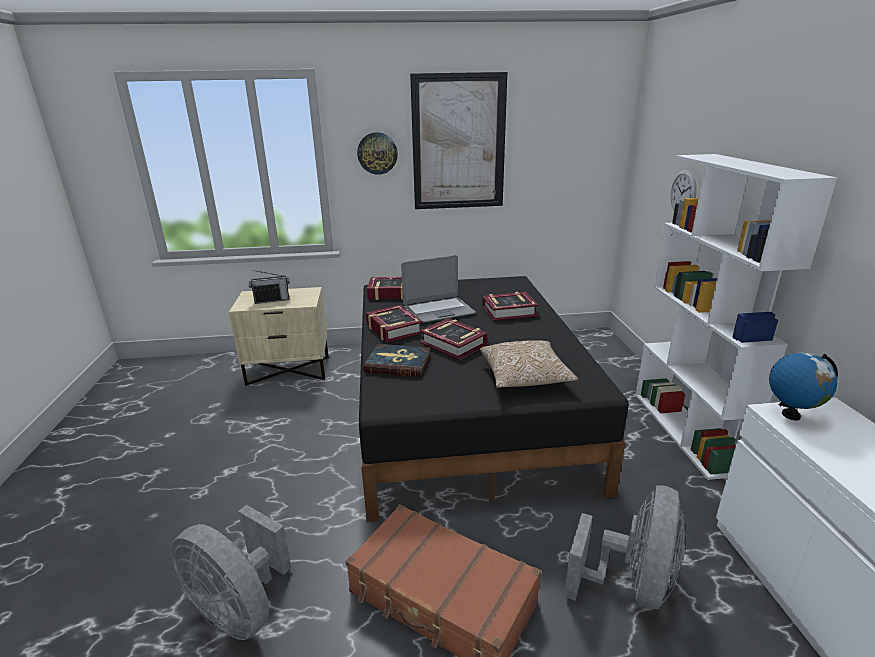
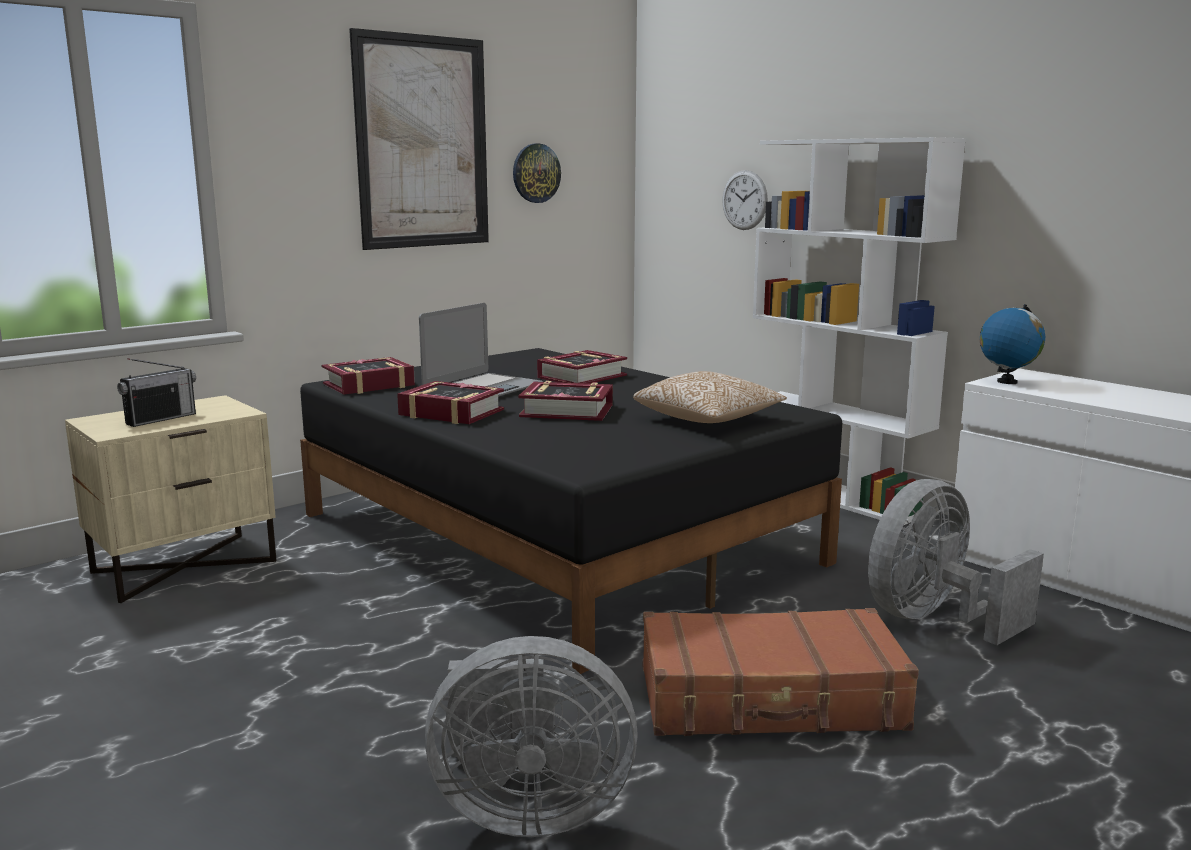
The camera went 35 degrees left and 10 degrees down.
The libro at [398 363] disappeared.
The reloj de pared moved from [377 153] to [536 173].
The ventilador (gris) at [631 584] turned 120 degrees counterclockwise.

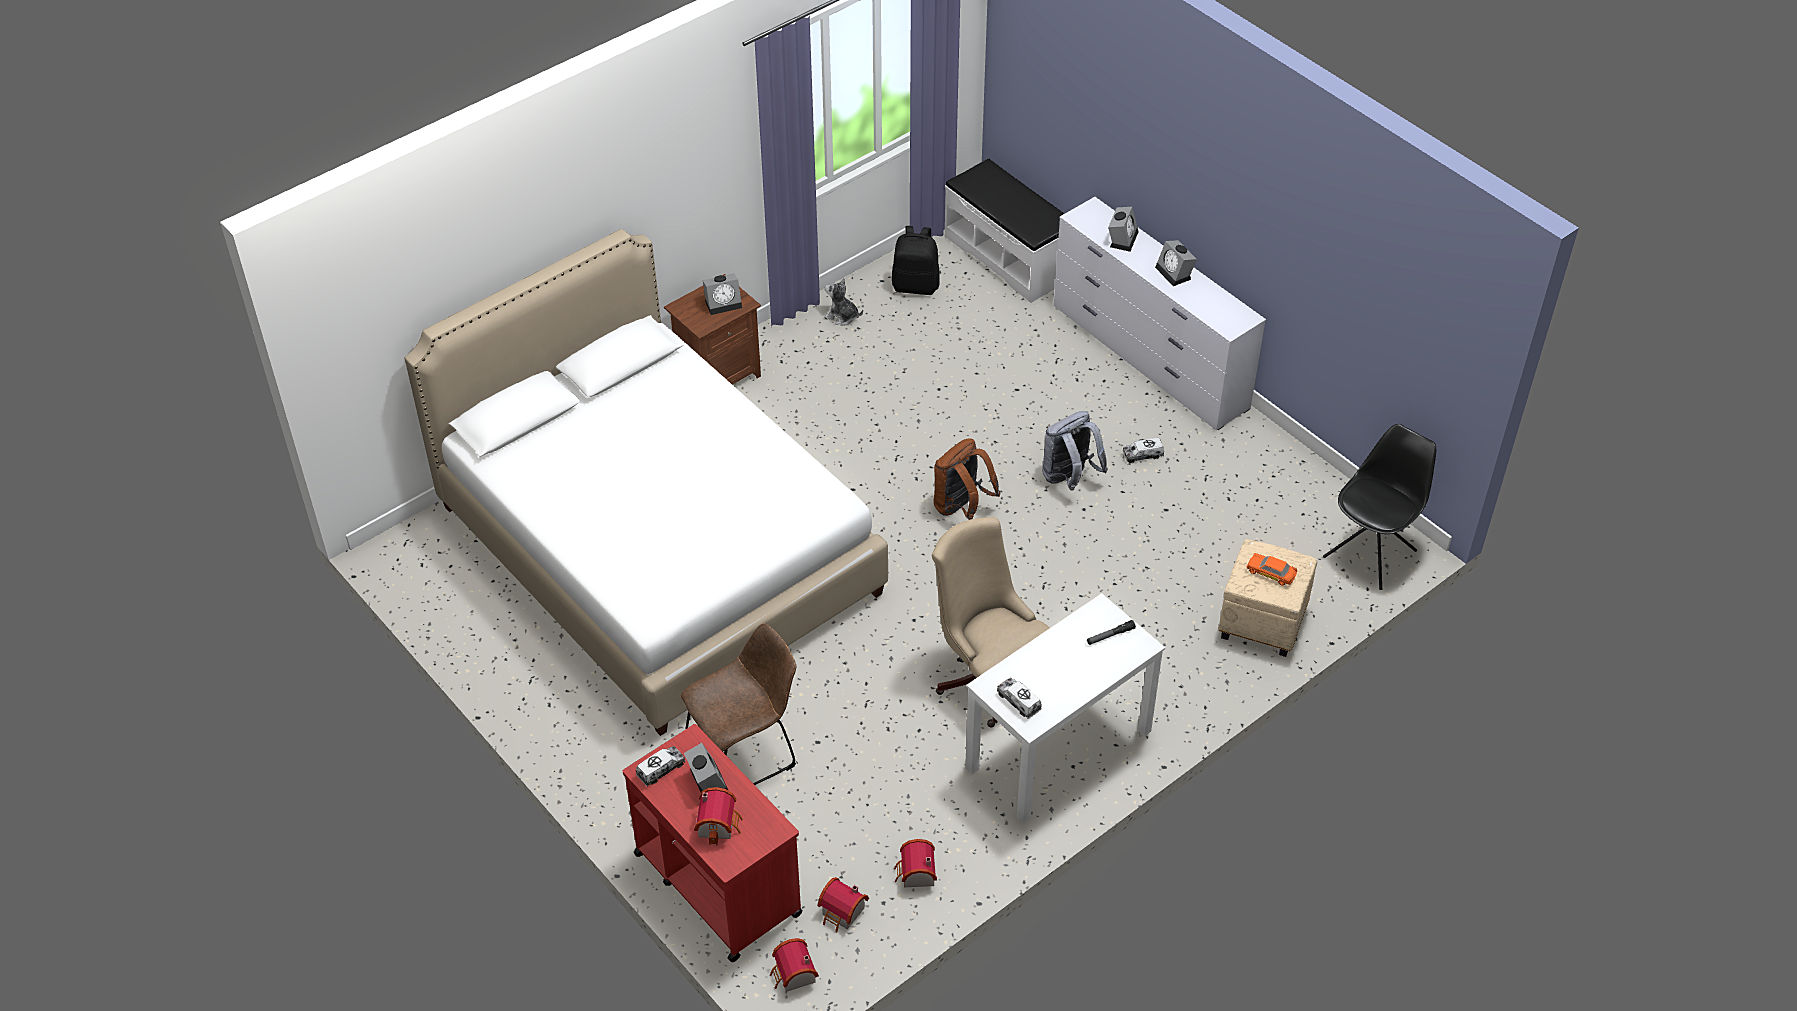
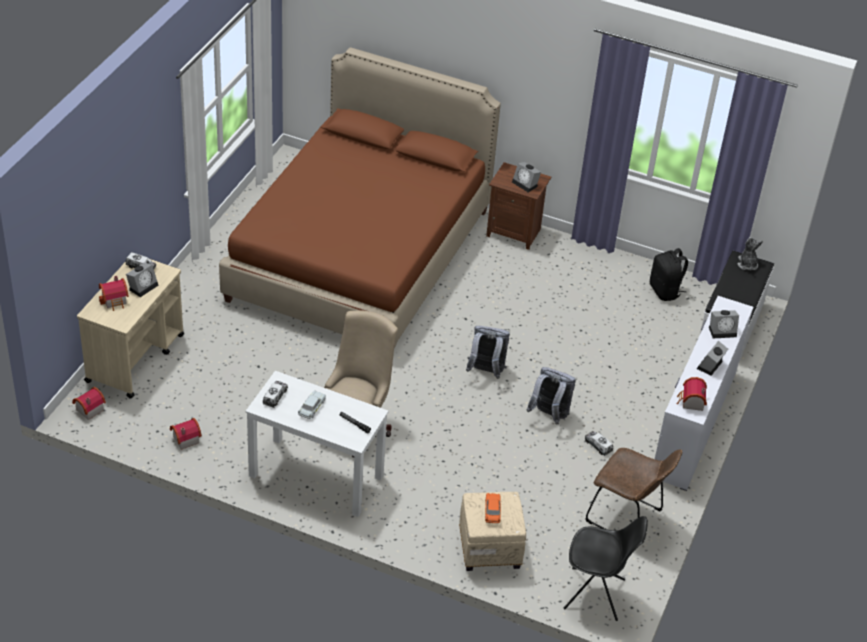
The camera went 60 degrees right and 5 degrees down.
The coche de juguete (blanco) at [312 408] appeared.
The silla (marrón) moved from [746 753] to [627 518].
The casita moved from [843 913] to [691 402].
The peluche moved from [842 316] to [747 264].
The cama (blanco) at [659 550] became the cama (marrón) at [360 255].
The carrito (rojo) at [717 882] became the carrito (beis) at [136 358].
The mochila (marrón) at [961 507] became the mochila (gris) at [486 371].

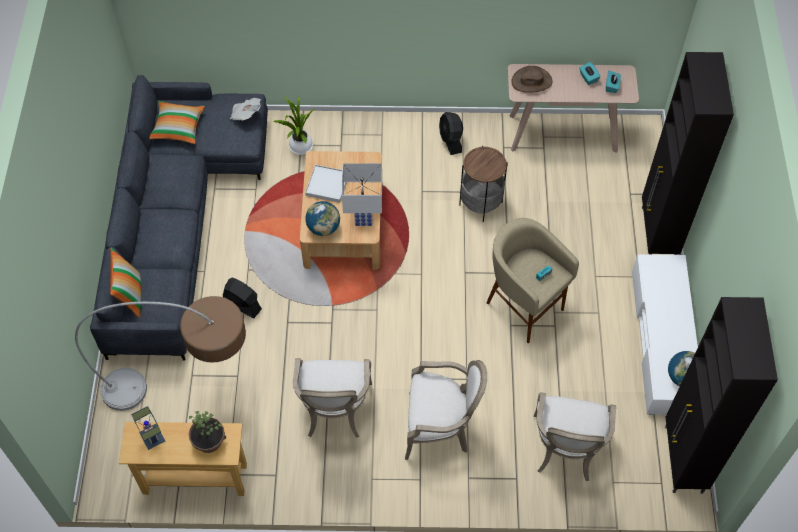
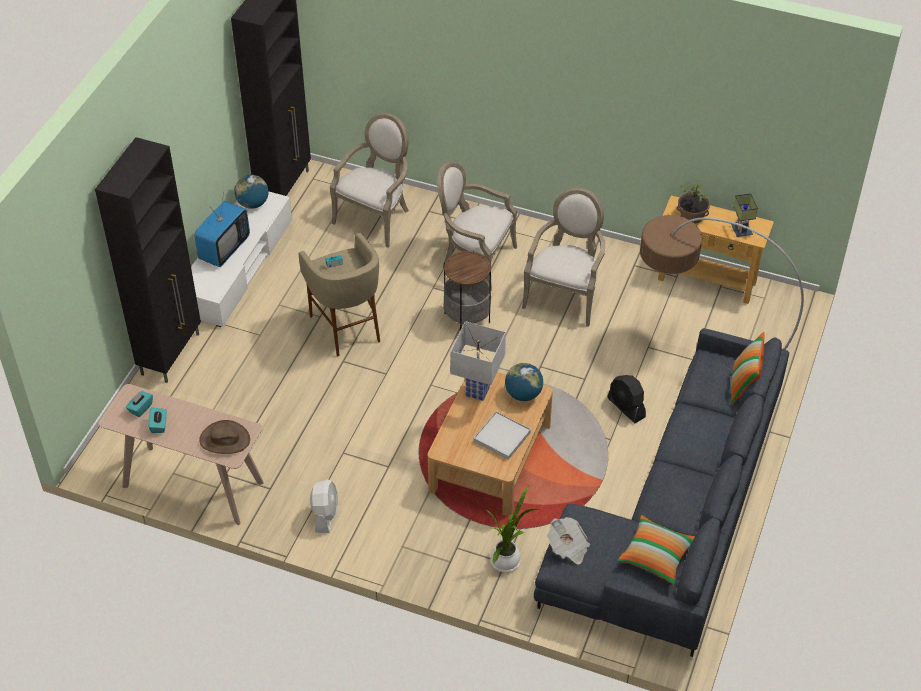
The camera went 160 degrees left and 10 degrees down.
The televisor at [224 249] appeared.
The mesa auxiliar moved from [480 203] to [467 318].
The ventilador (negro) at [450 140] became the ventilador (blanco) at [325 514].

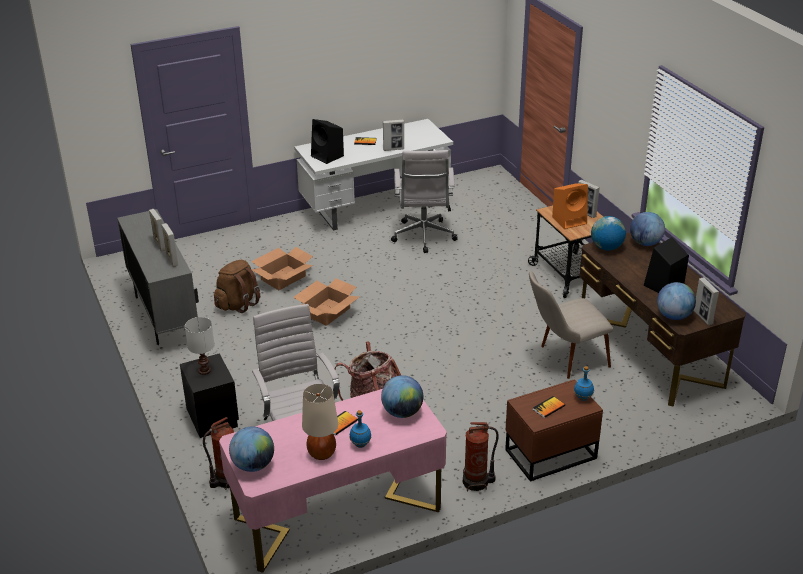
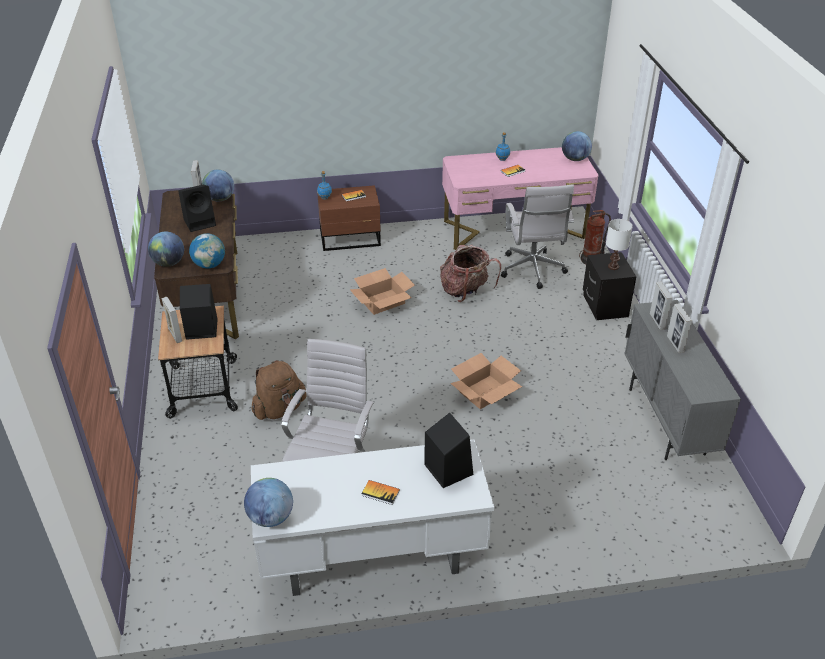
The camera went 165 degrees left and 5 degrees up.
The lámpara de mesa (beis) at [321 454] disappeared.
The portarretratos at [393 149] disappeared.
The extintor at [477 482] disappeared.
The silla (beis) at [564 359] disappeared.
The mochila (marrón) moved from [238 304] to [280 409].
The caja de cartón moved from [283 278] to [382 301].
The globo terráqueo moved from [402 412] to [271 517].
The altavoz (naranja) at [570 220] became the altavoz (negro) at [200 329].

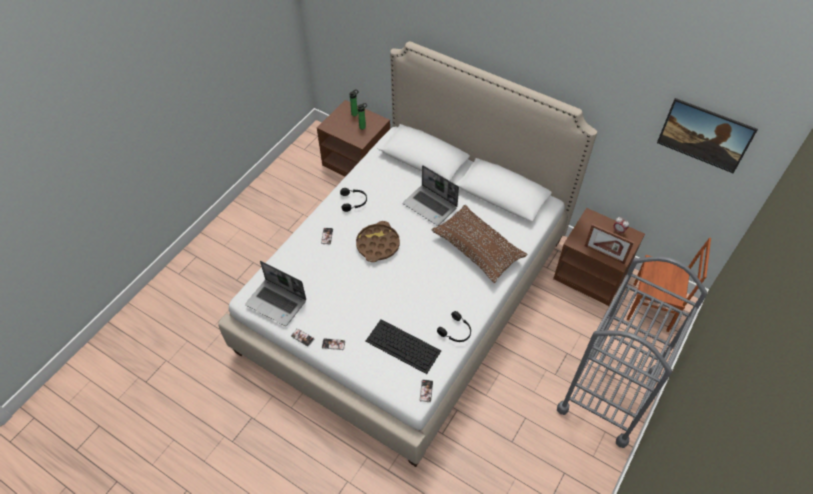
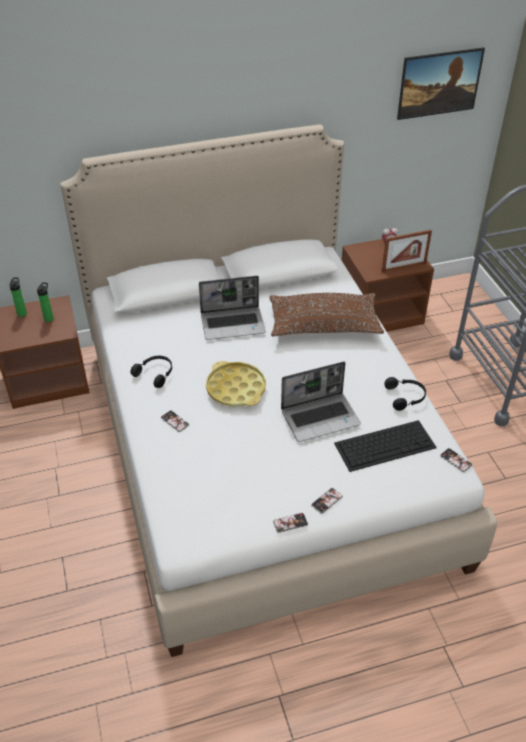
The camera went 50 degrees left and 10 degrees down.
The silla (marrón) at [651 308] disappeared.
The portátil moved from [277 302] to [321 417].
The bandeja (marrón) at [378 244] became the bandeja (amarillo) at [236 389].

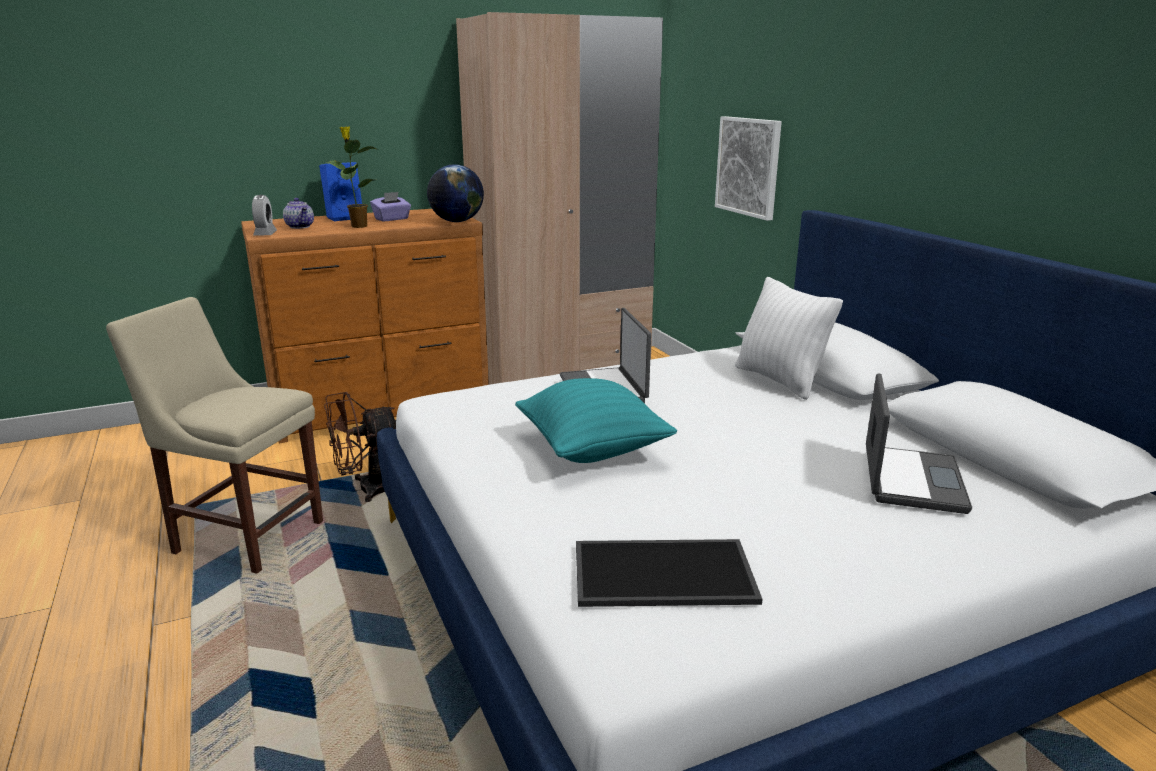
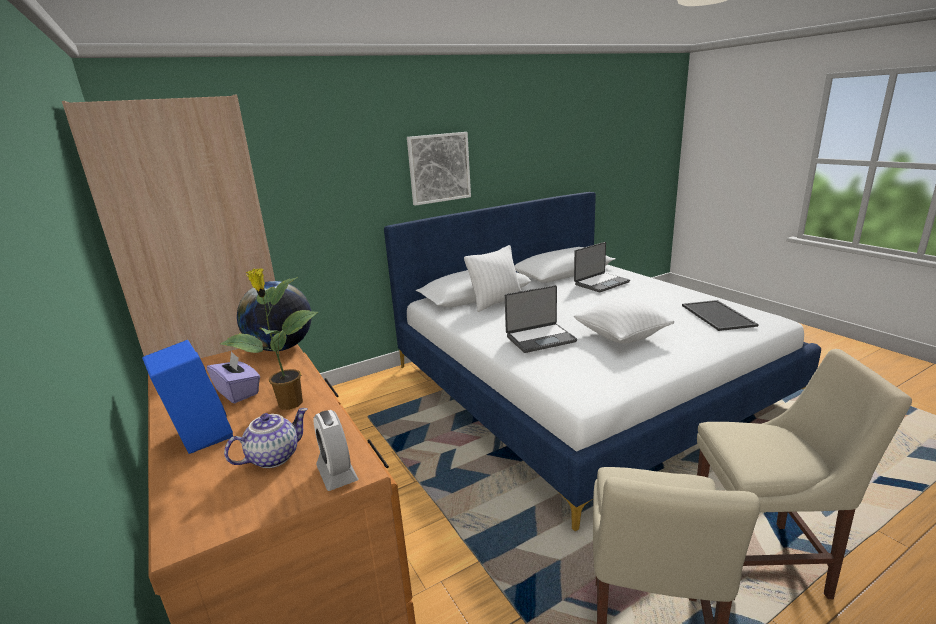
The camera went 95 degrees left and 0 degrees up.
The ventilador (marrón) at [367 490] disappeared.
The silla (beis) at [764 561] appeared.
The cuadro moved from [748 166] to [439 168].
The cojín (turquesa) at [592 450] became the cojín (blanco) at [621 337].
The despertador at [265 234] turned 105 degrees counterclockwise.
The portátil at [910 480] turned 135 degrees clockwise.

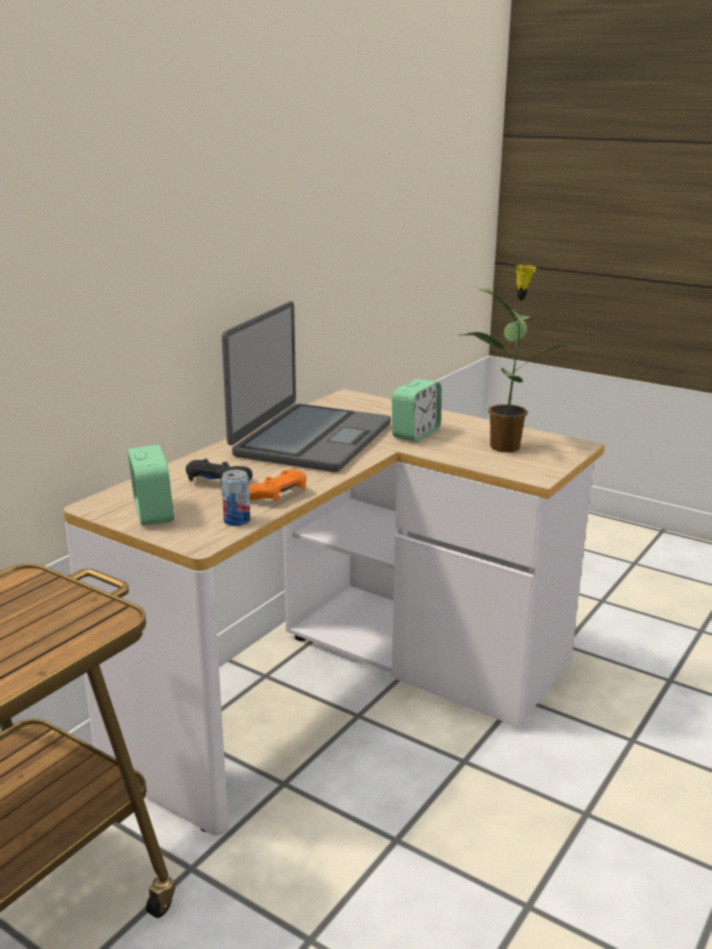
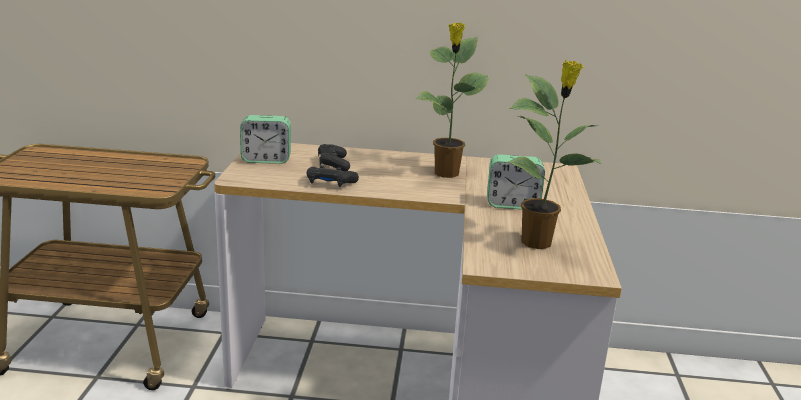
The camera went 60 degrees right and 0 degrees up.
The lata at [237 521] disappeared.
The portátil at [310 439] was replaced by the planta en maceta at [446 174].
The mando de consola (naranja) at [276 495] became the mando de consola (negro) at [330 183].
The despertador at [153 513] turned 45 degrees clockwise.

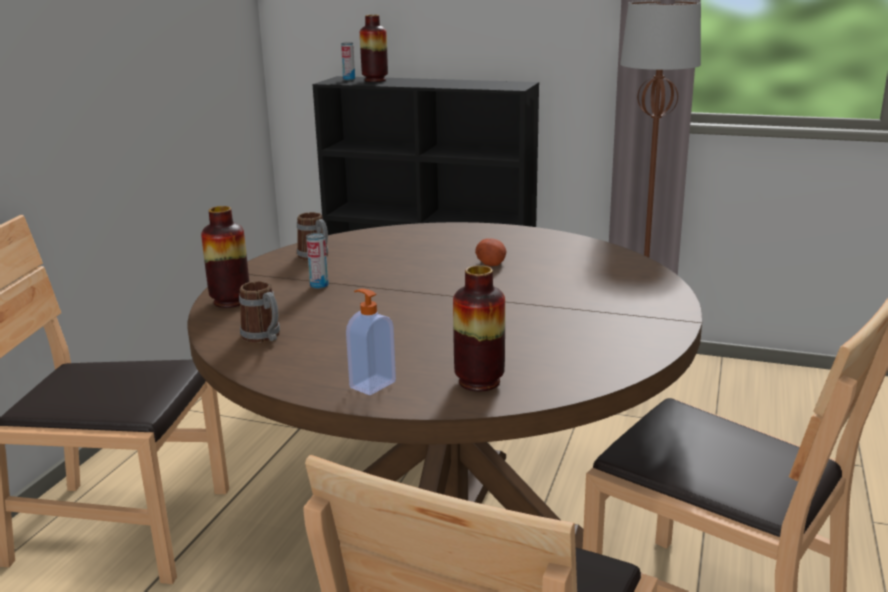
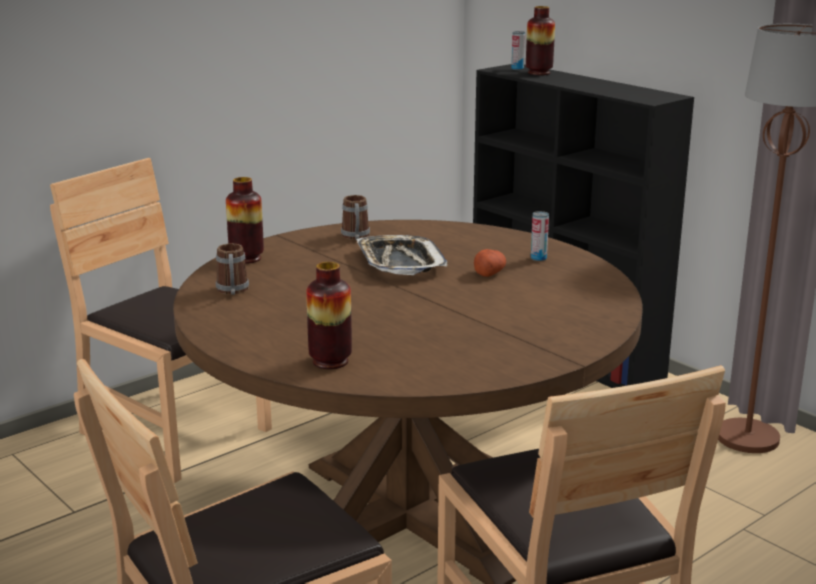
The camera went 30 degrees right and 0 degrees up.
The dispensador de jabón at [371 384] disappeared.
The bandeja at [400 262] appeared.
The lata moved from [319 286] to [538 258].

